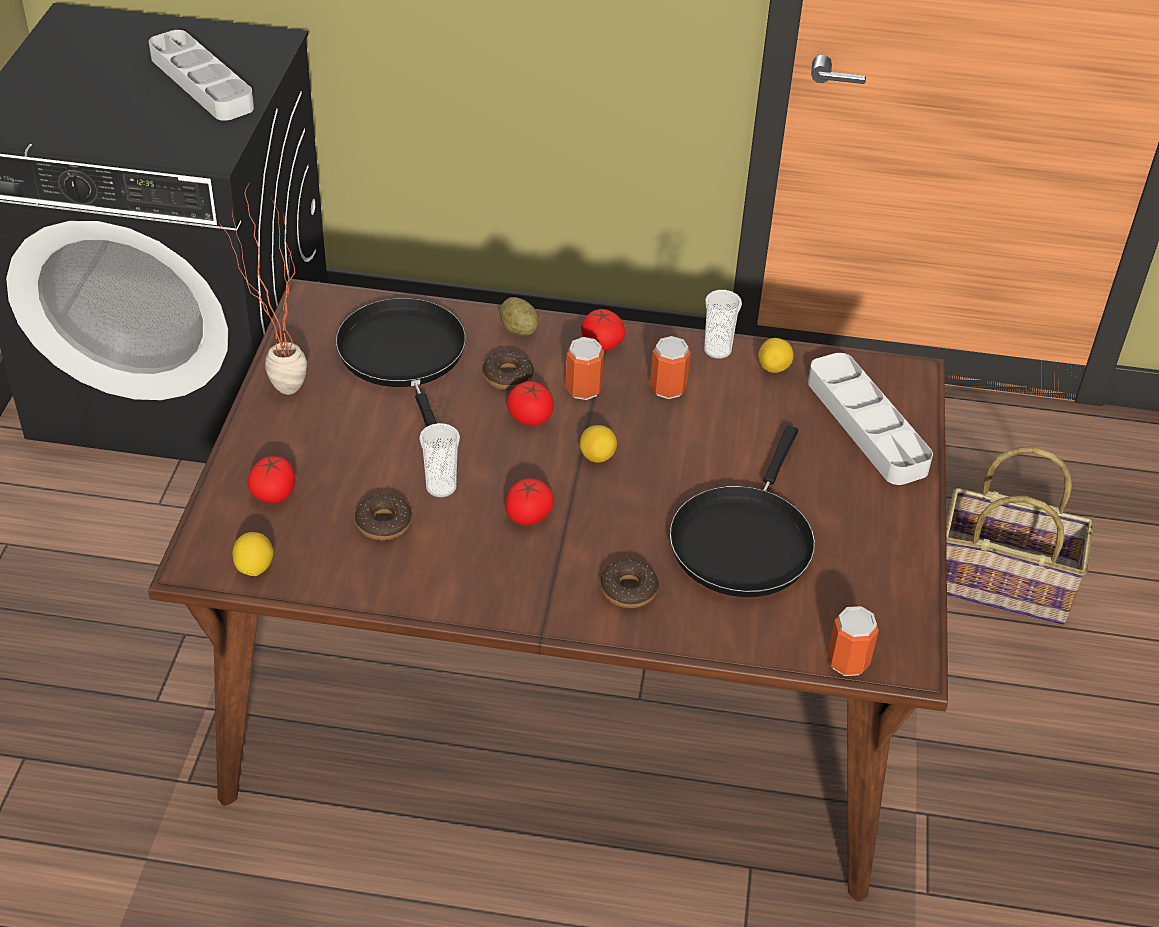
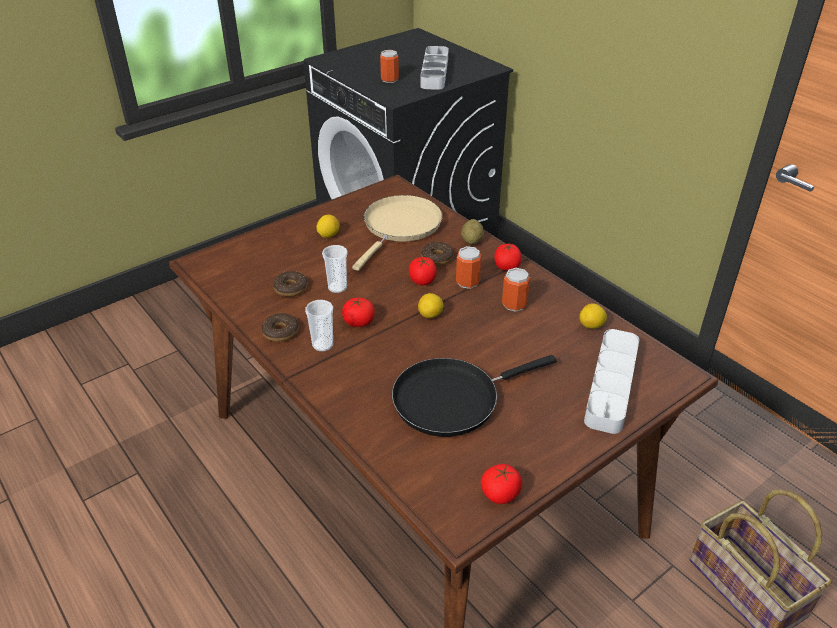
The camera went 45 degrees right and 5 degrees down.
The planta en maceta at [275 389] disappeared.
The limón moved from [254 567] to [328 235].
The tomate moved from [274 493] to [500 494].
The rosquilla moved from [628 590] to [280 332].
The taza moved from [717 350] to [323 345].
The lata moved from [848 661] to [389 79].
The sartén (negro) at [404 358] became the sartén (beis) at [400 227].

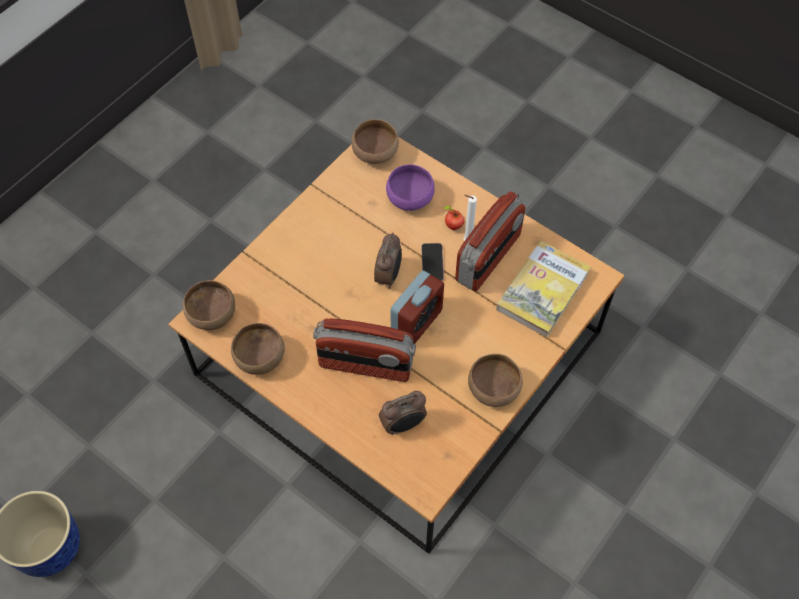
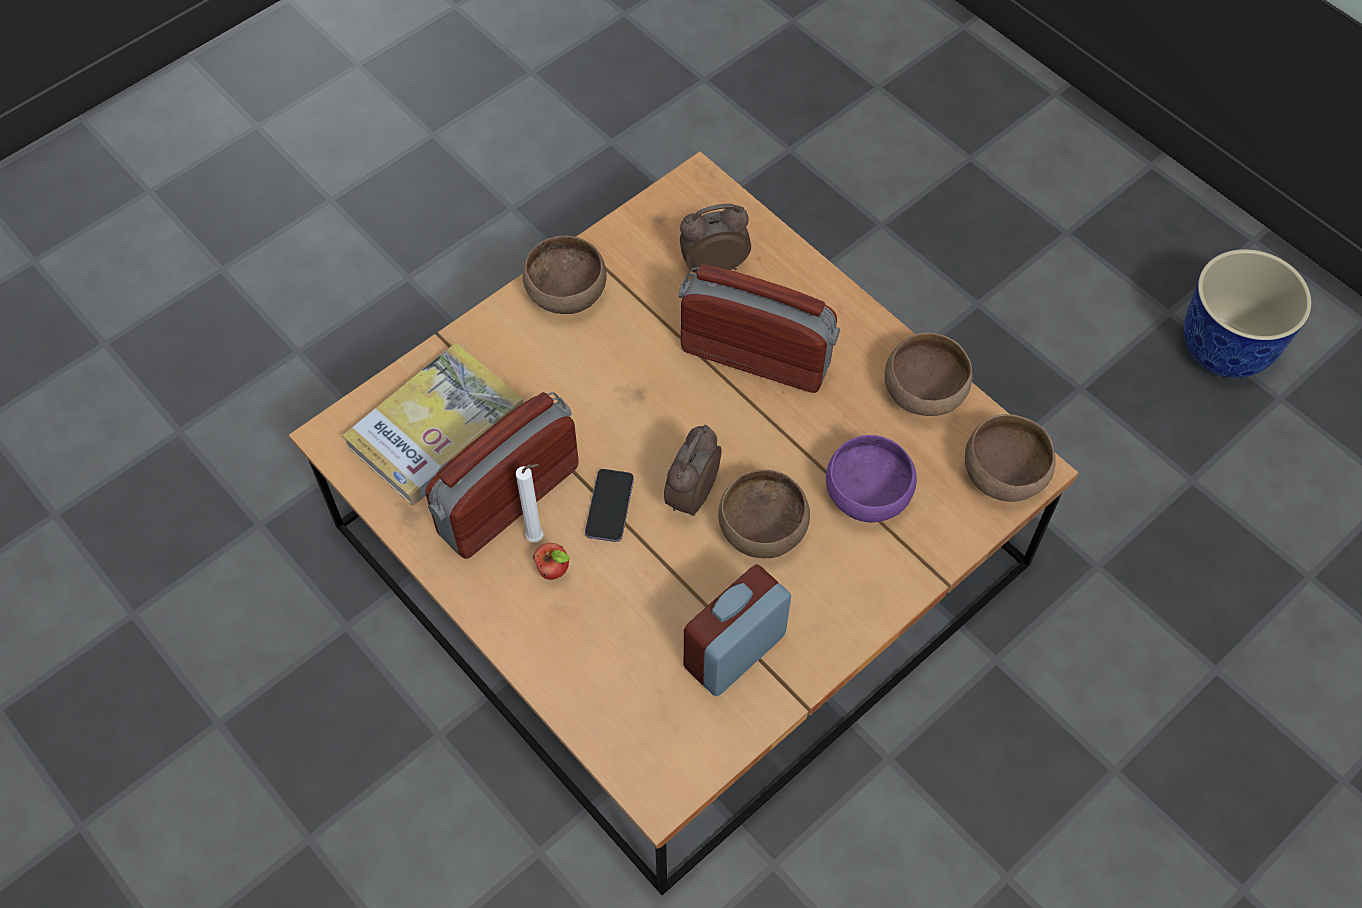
The camera went 170 degrees left and 0 degrees up.
The cuenco (marrón) moved from [376 153] to [760 529].
The cuenco (morado) moved from [411 198] to [865 494].
The despertador moved from [416 322] to [734 651].

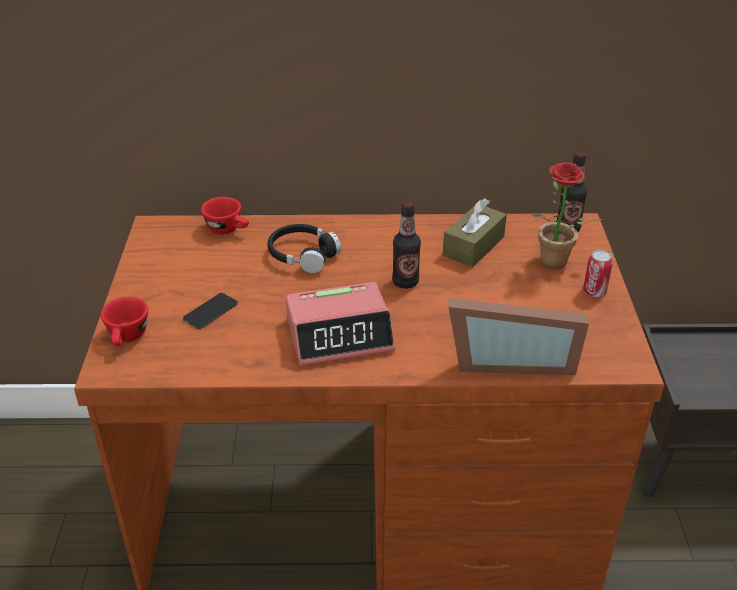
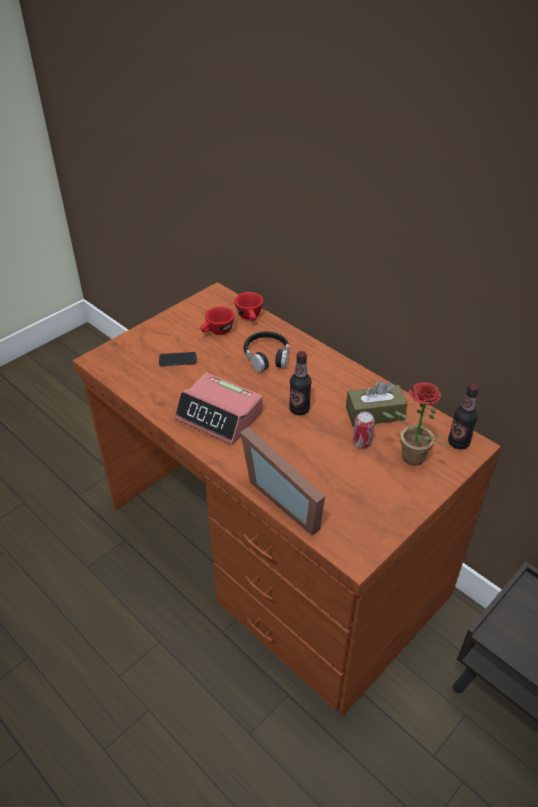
The camera went 45 degrees right and 5 degrees up.
The taza (rojo) moved from [128 338] to [217 331].
The lata moved from [594 292] to [362 442].

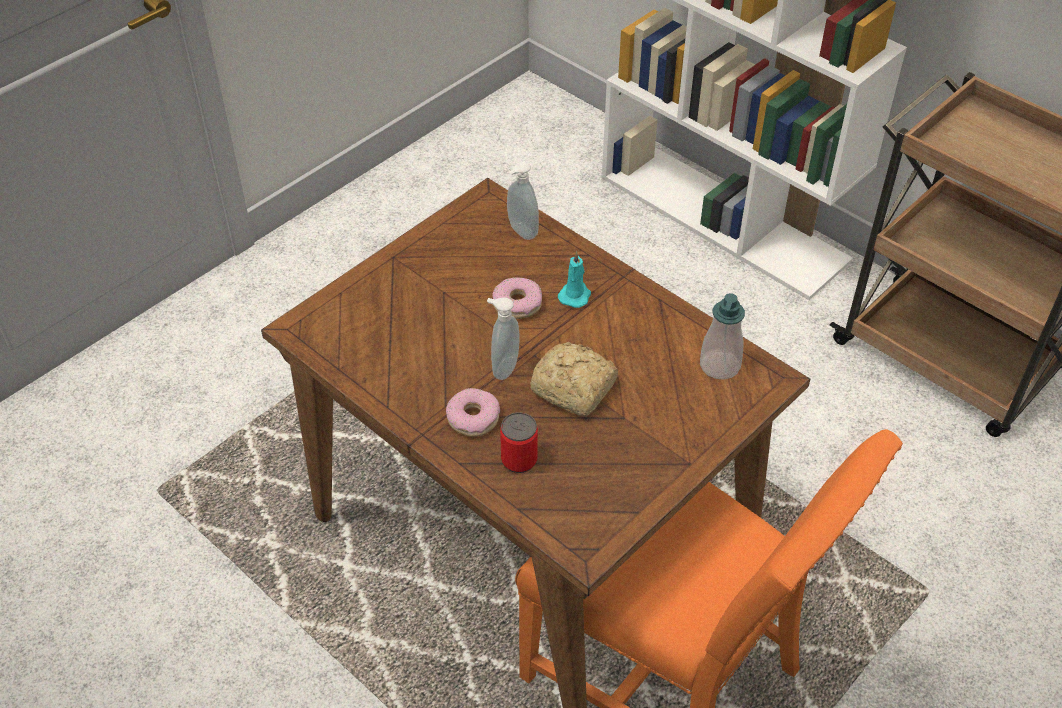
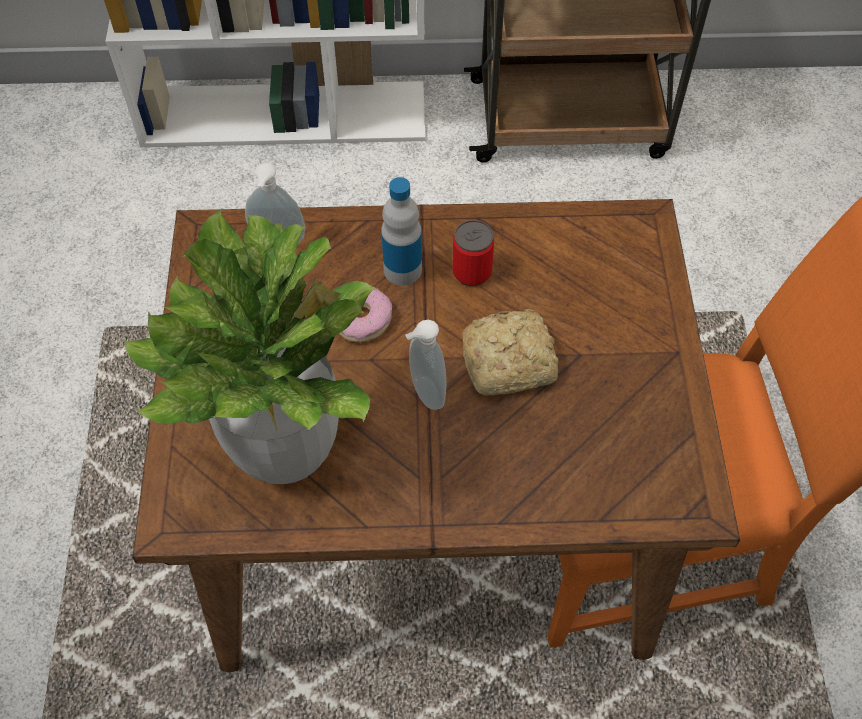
The camera went 45 degrees left and 10 degrees up.
The rosquilla at [473 418] disappeared.
The dispensador de jabón at [719 366] disappeared.
The planta en maceta at [286 448] appeared.
The lata moved from [519 460] to [471 272].
The vela (turquesa) at [575 295] was replaced by the botella at [402 270].

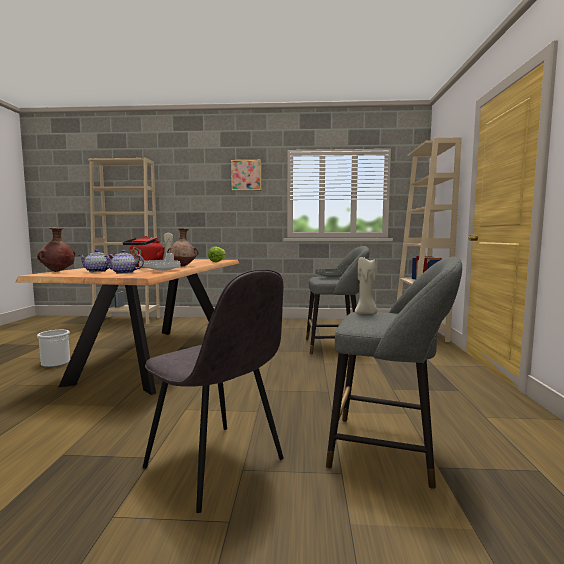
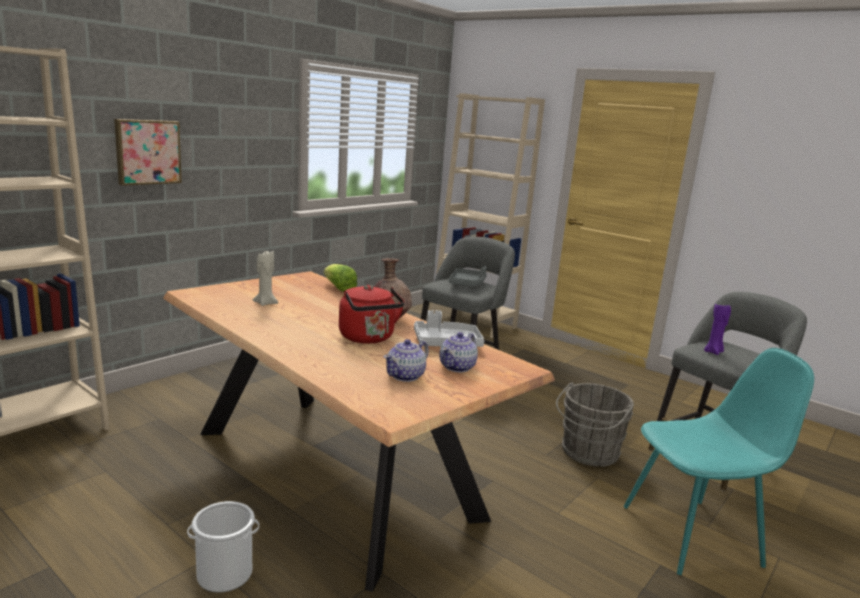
The camera went 55 degrees left and 10 degrees up.
The florero (marrón) at [57 272] disappeared.
The cubo (gris) at [588 453] appeared.
The cuadro moved from [246 175] to [147 152].
The silla (gris) at [216 465] became the silla (turquesa) at [694 535].
The vela (beis) at [366 313] became the vela (morado) at [713 352].

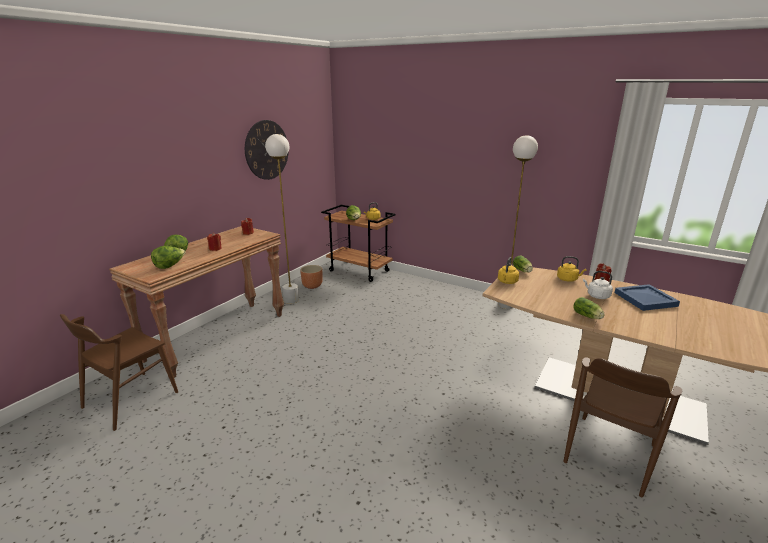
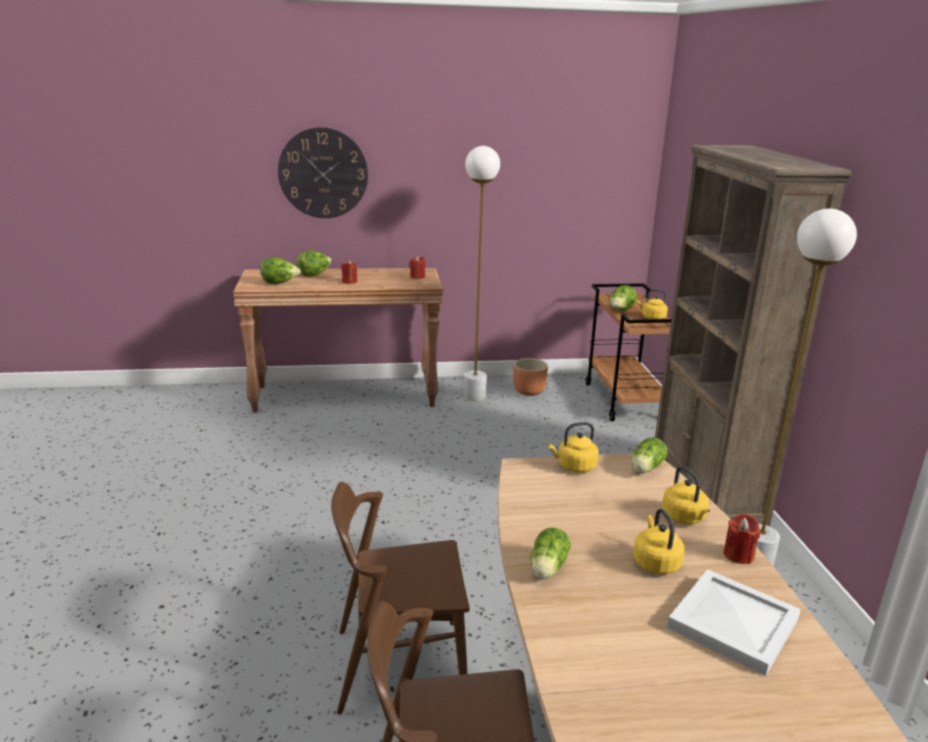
The camera went 50 degrees right and 0 degrees up.
The estantería (marrón) at [705 493] appeared.
The silla (marrón) moved from [130 400] to [399 665].
The reloj de pared moved from [267 150] to [323 173].
The hervidor (blanco) at [597 296] became the hervidor (amarillo) at [655 562].
The bandeja (azul) at [646 299] became the bandeja (blanco) at [734 625].

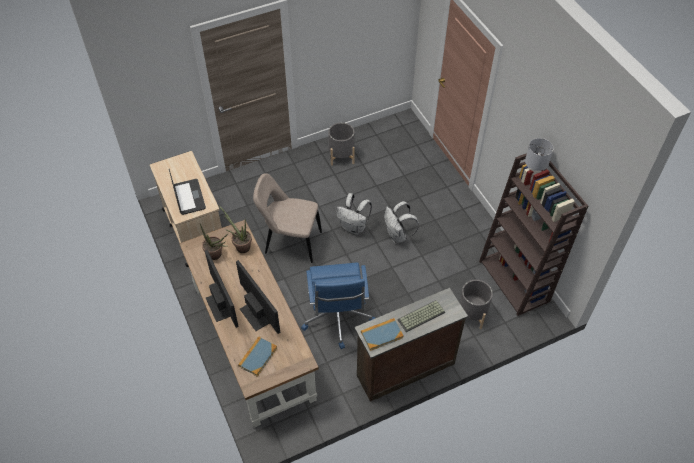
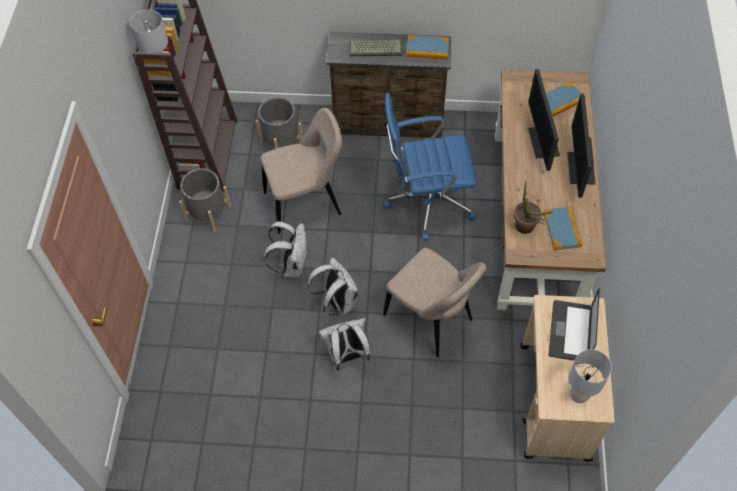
The camera went 150 degrees left and 5 degrees up.
The silla (beis) at [306 203] appeared.
The mochila (blanco) at [347 355] appeared.
The lámpara de mesa (gris) at [579 395] appeared.
The maceta (gris) moved from [341 156] to [208 213].
The planta en maceta at [217 255] was replaced by the libro at [562 229].
The silla de oficina (azul) at [337 318] turned 120 degrees counterclockwise.

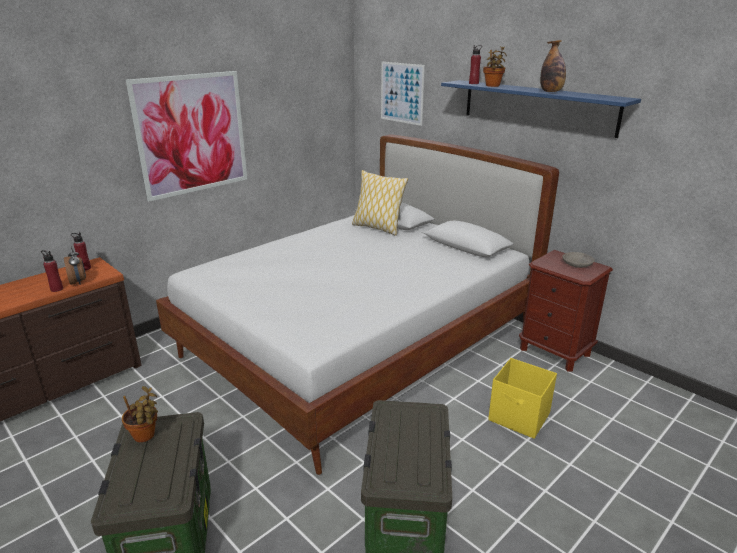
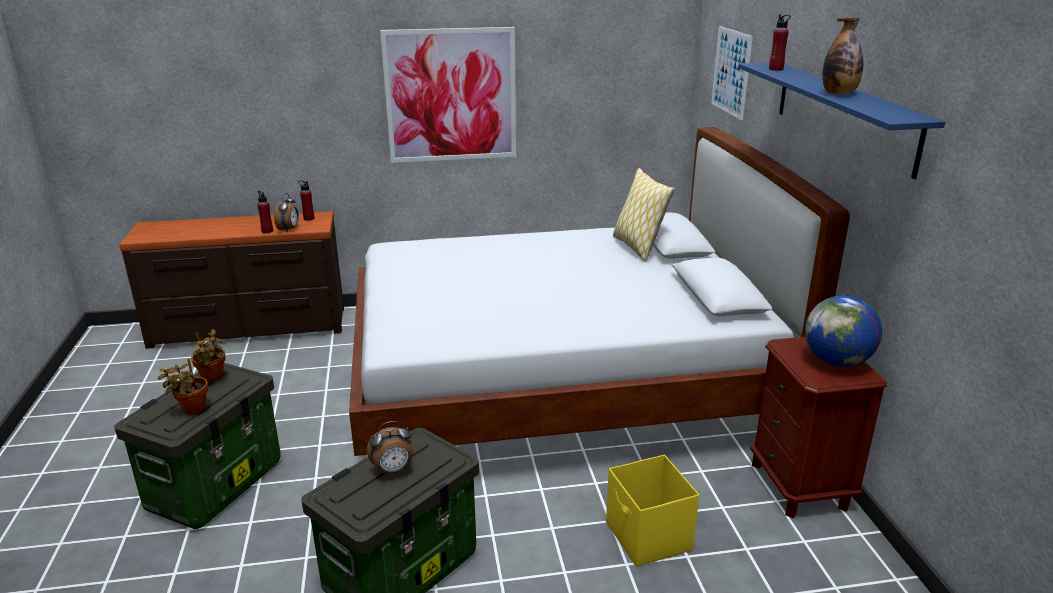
The camera went 35 degrees right and 0 degrees up.
The despertador at [393 471] appeared.
The planta en maceta moved from [492 86] to [192 410].
The cuenco (gris) at [577 264] was replaced by the globo terráqueo at [837 362].

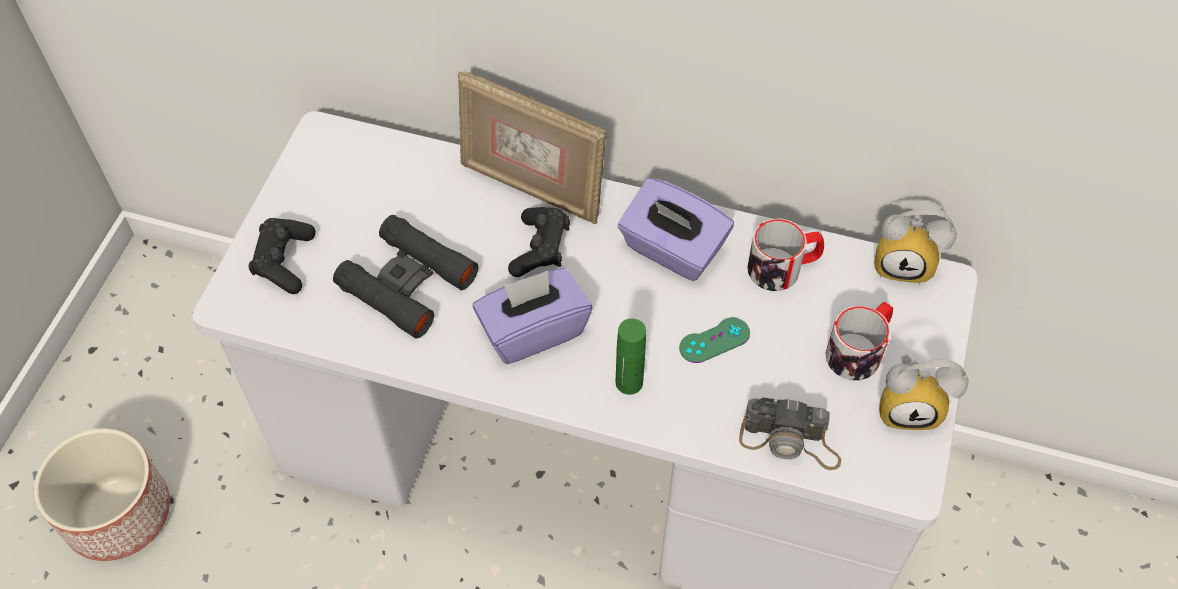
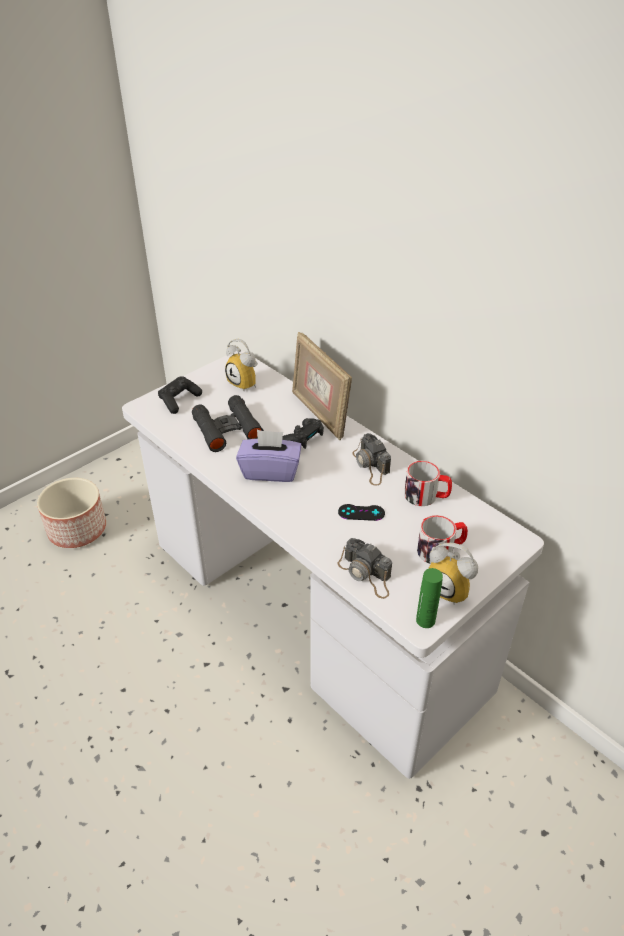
The camera went 30 degrees right and 15 degrees down.
The botella (verde) moved from [629 382] to [425 620].
The despertador moved from [905 263] to [246 383].
The caja de pañuelos (morado) at [672 250] was replaced by the cámara at [371 465].
The mando de consola (verde) at [714 340] became the mando de consola (negro) at [361 512].

